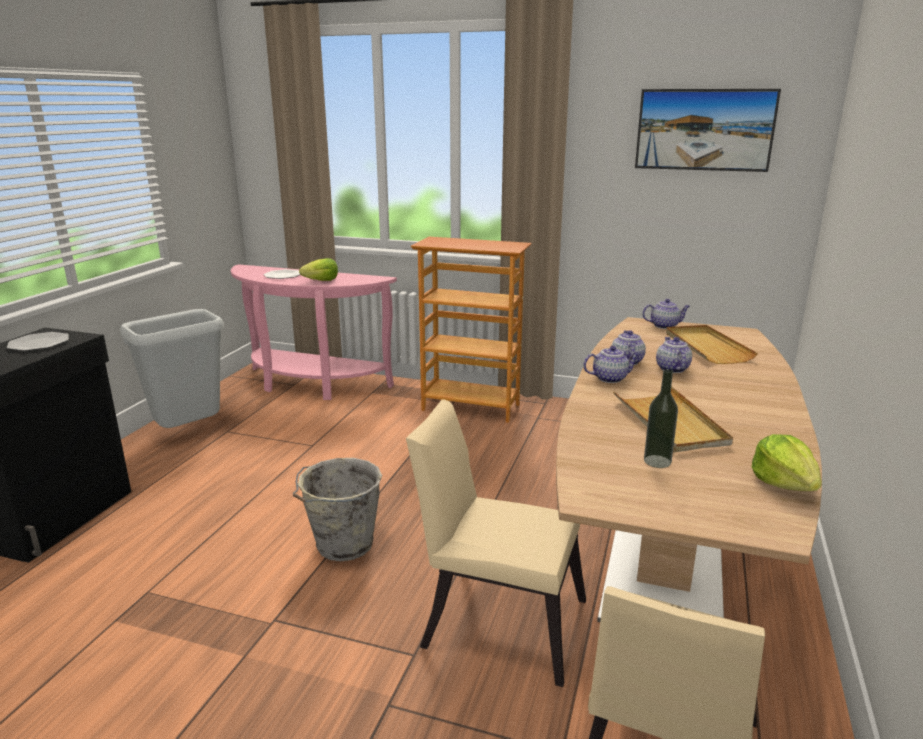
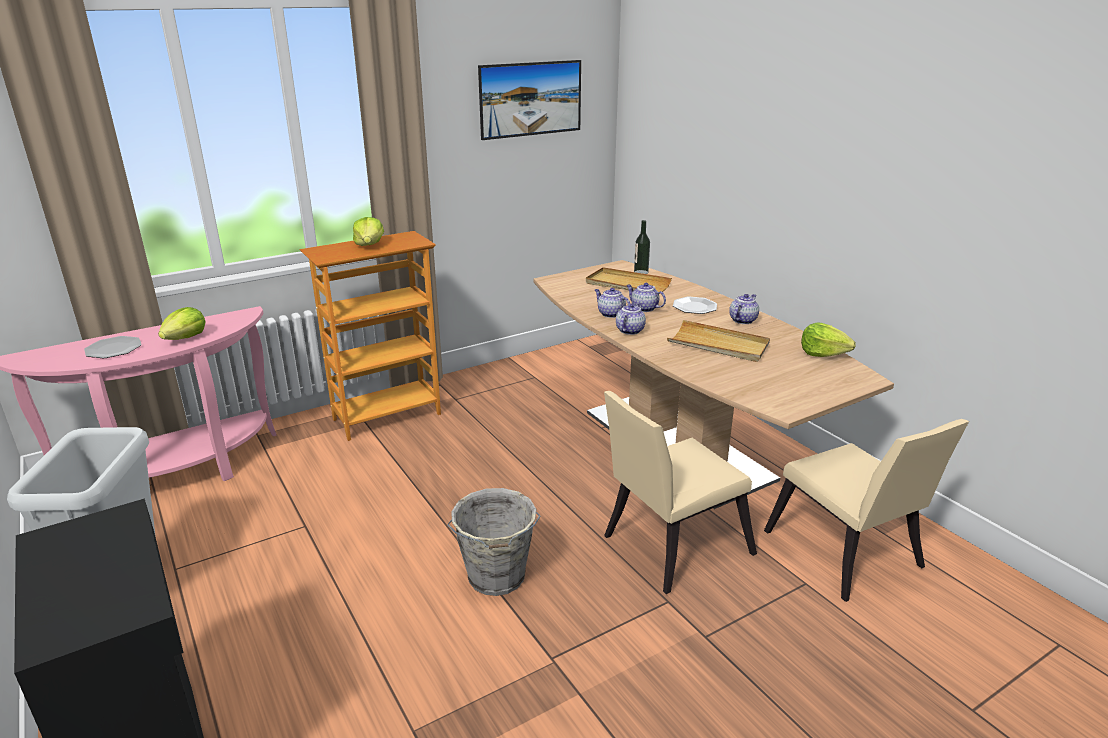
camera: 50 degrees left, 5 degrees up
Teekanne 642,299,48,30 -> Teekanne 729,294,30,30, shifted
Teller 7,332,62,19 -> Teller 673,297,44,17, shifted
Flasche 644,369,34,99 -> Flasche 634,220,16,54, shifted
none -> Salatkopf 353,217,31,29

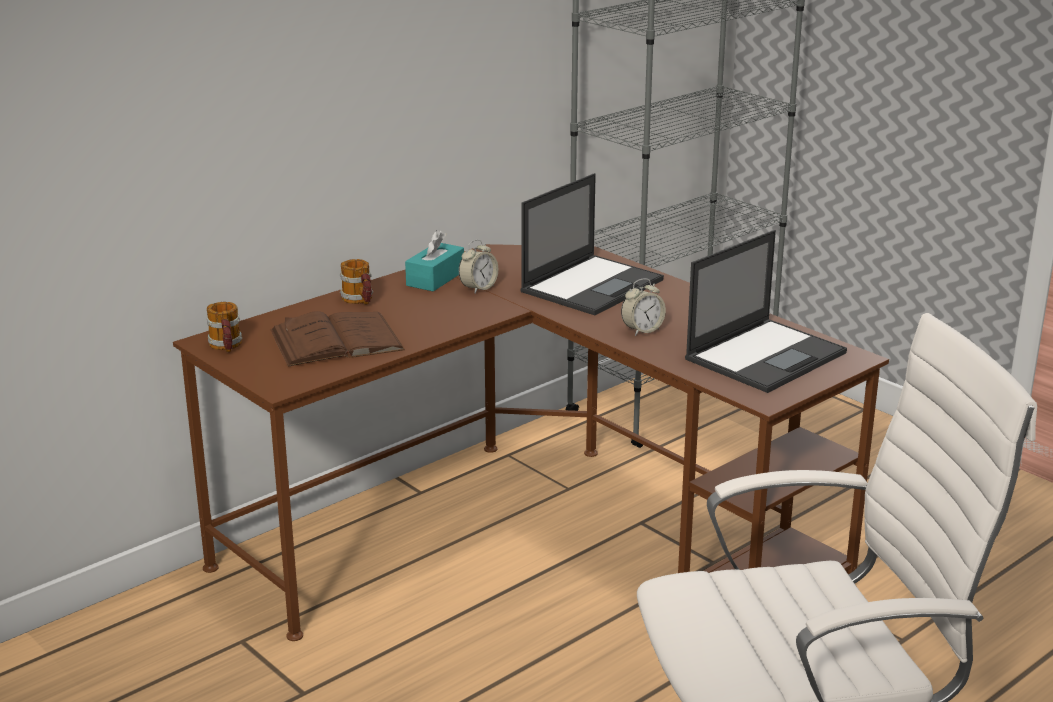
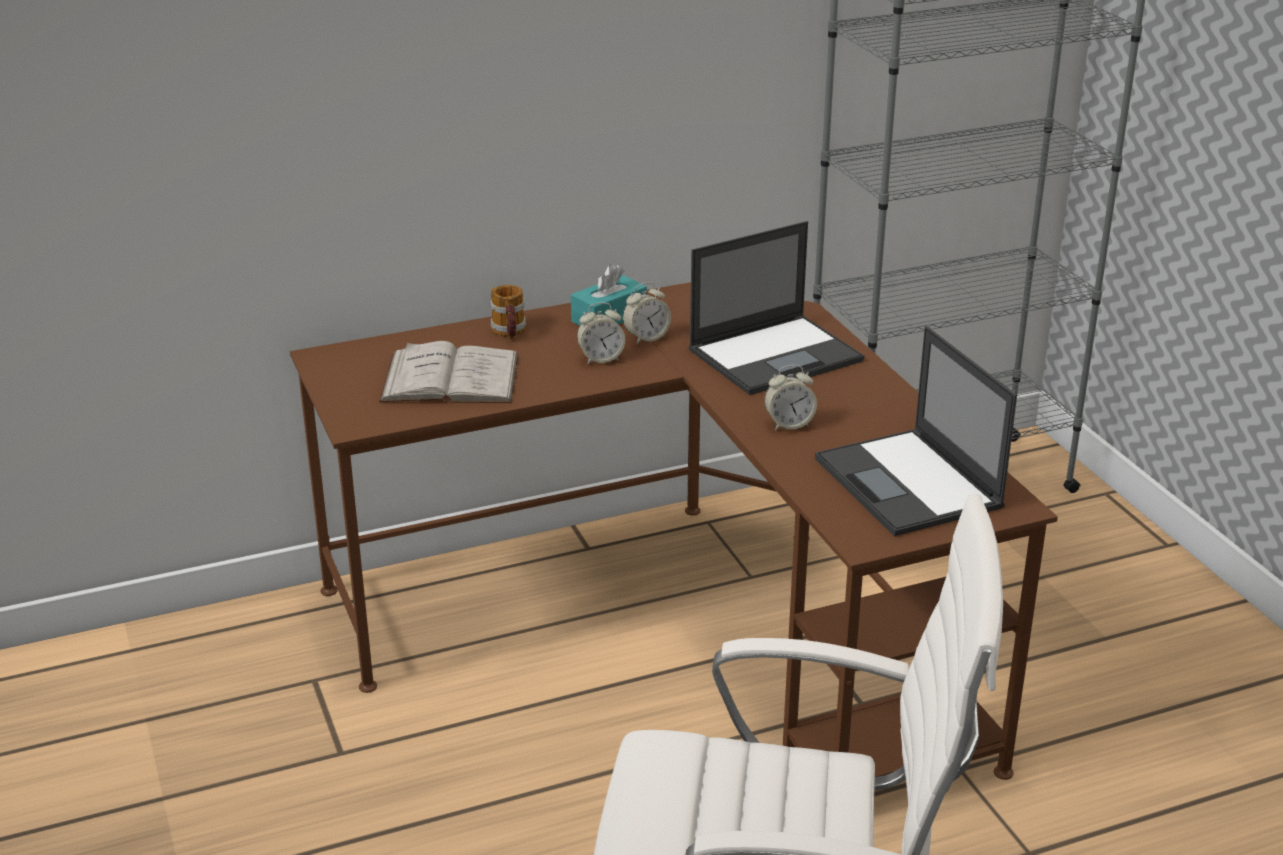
camera: 20 degrees right, 5 degrees up
Laptop 685,230,162,163 -> Laptop 815,326,202,210, 90 degrees clockwise
Henkelbecher 207,302,35,50 -> none
Buch/braun 270,311,135,56 -> Buch/weiß 379,341,140,62
none -> Wecker 577,302,48,62

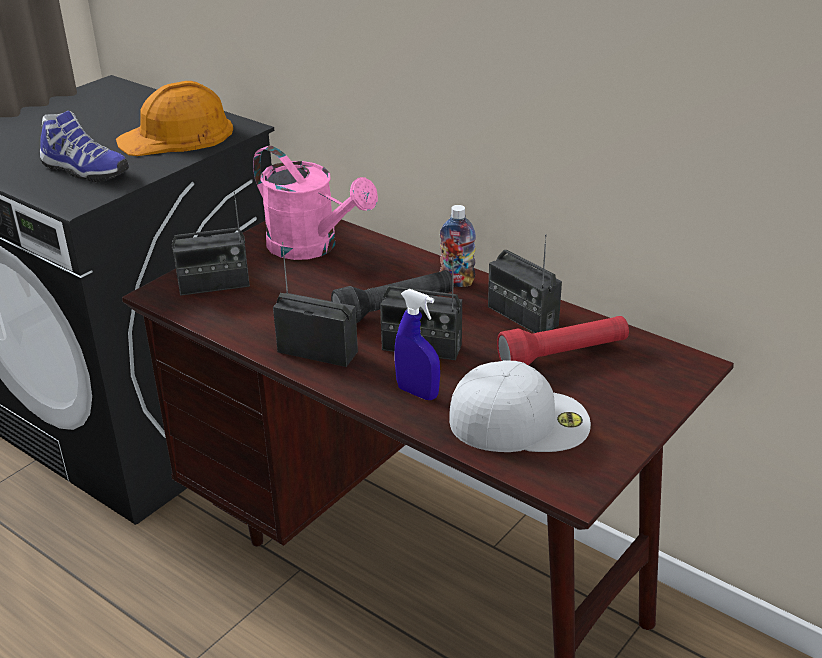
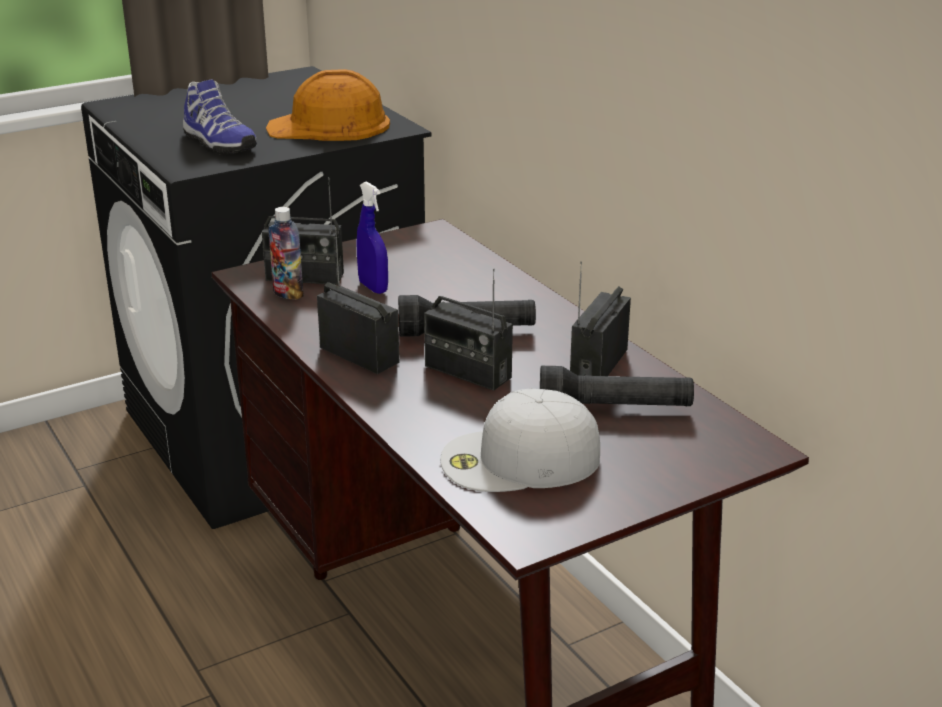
camera: 20 degrees right, 5 degrees down
Gießkanne/rosa 253,146,125,114 -> none
Flasche 440,205,36,82 -> Flasche 268,207,36,93, shifted
Radio 488,234,74,99 -> Radio 570,261,61,115, 45 degrees clockwise
Sprühflasche/blau 394,289,46,111 -> Sprühflasche/blau 357,181,31,113, shifted
Taschenlampe/rot 497,316,132,50 -> Taschenlampe/schwarz 540,366,154,40
Kappe/weiß 449,360,142,92 -> Kappe/weiß 440,388,160,104, 150 degrees clockwise

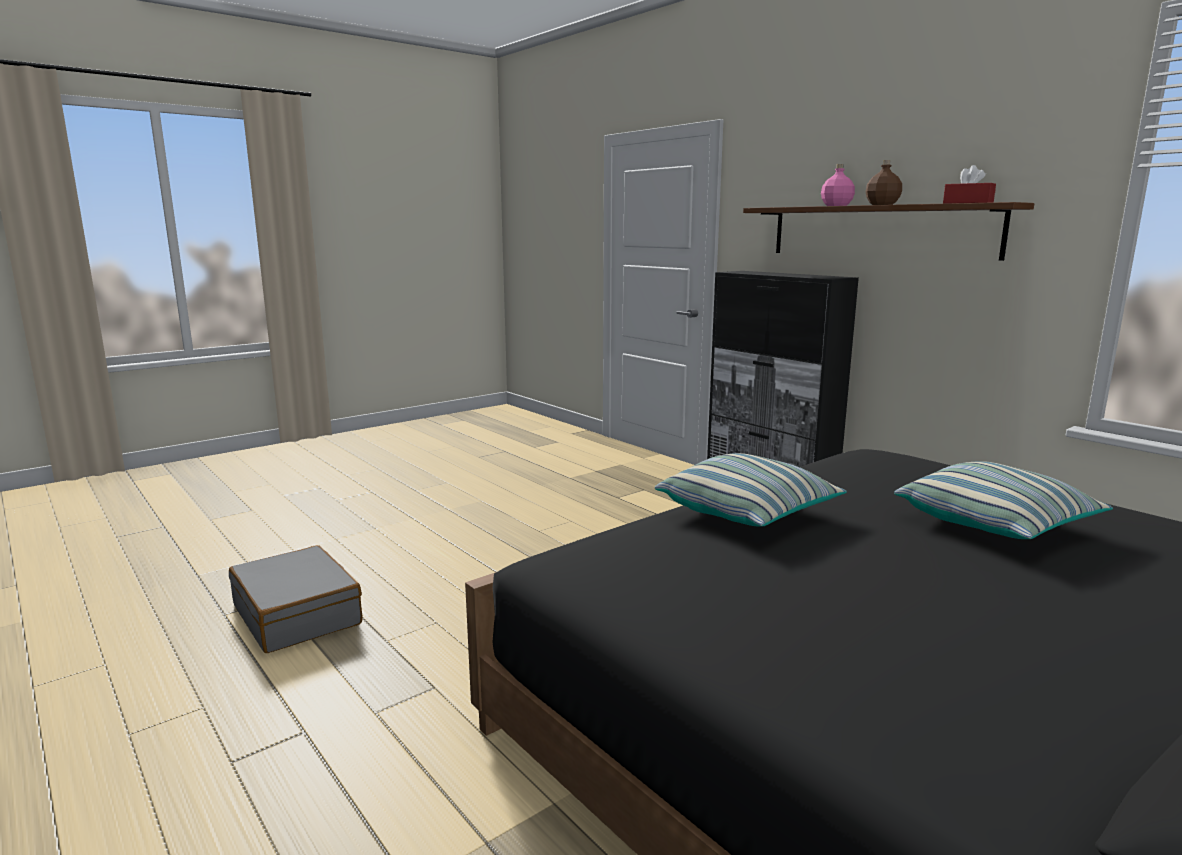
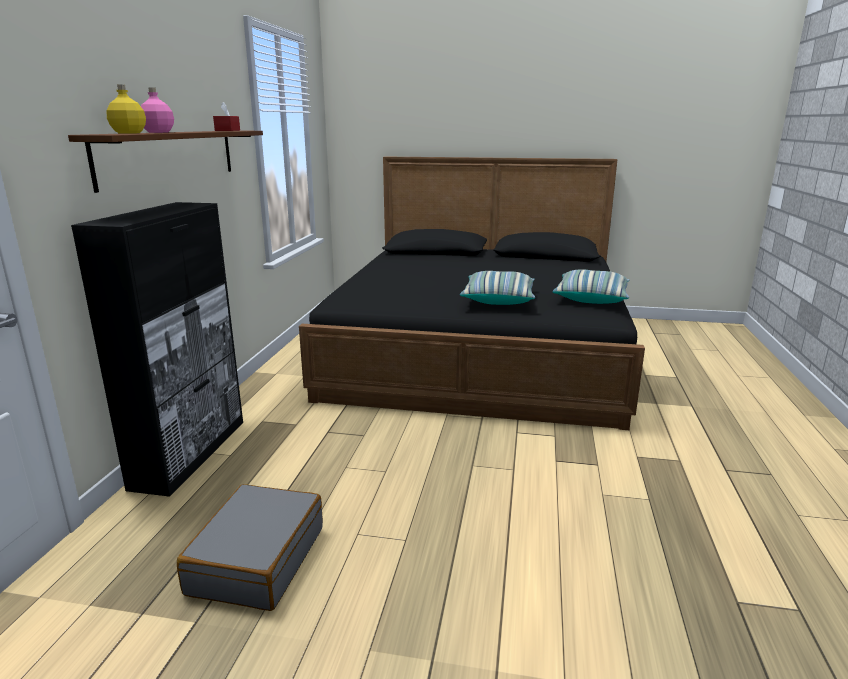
camera: 130 degrees left, 5 degrees up
Flasche/braun 866,160,36,45 -> none
Kissen 894,461,219,78 -> Kissen 552,269,78,35, shifted
Koffer/grau 229,545,133,108 -> Koffer/grau 177,484,146,127, shifted
none -> Flasche/gelb 106,85,40,49

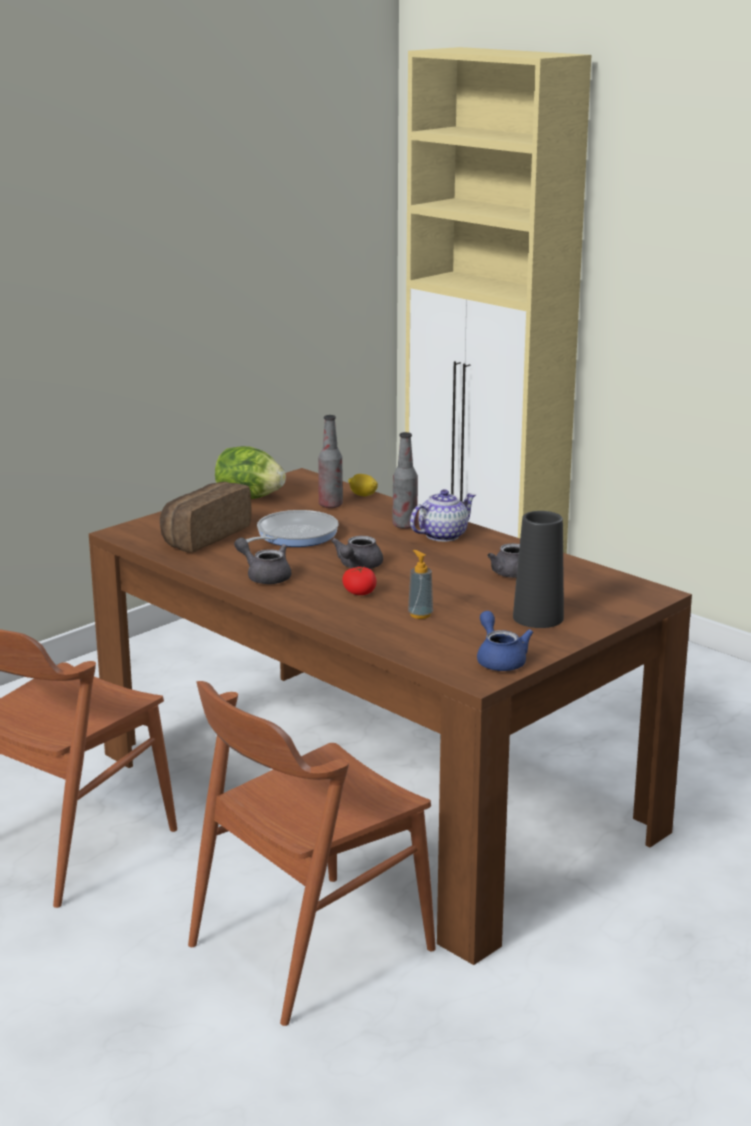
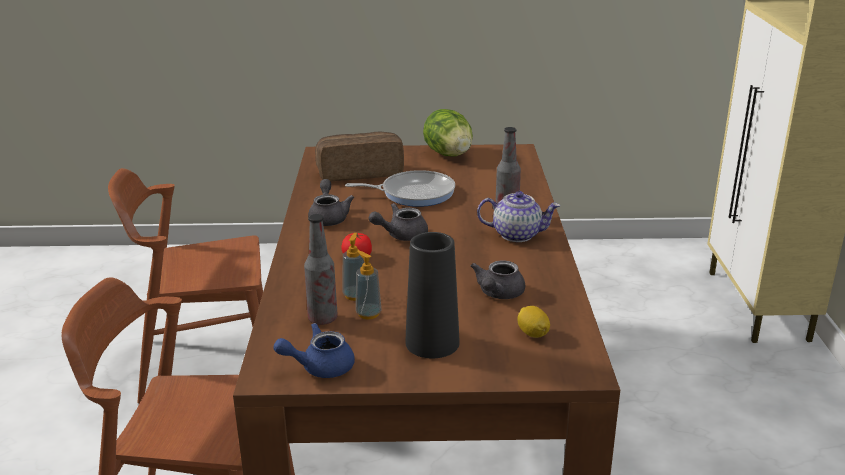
camera: 45 degrees right, 5 degrees up
Flasche 318,415,25,93 -> Flasche 304,214,34,111, shifted
Zitrone 348,474,30,22 -> Zitrone 518,306,32,32, shifted
Teekanne/blau 477,611,56,60 -> Teekanne/blau 273,323,82,55, 135 degrees counterclockwise
none -> Seifenspender 356,250,26,69

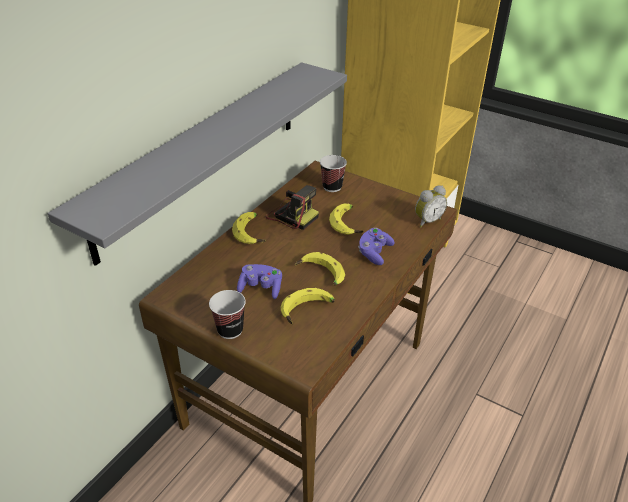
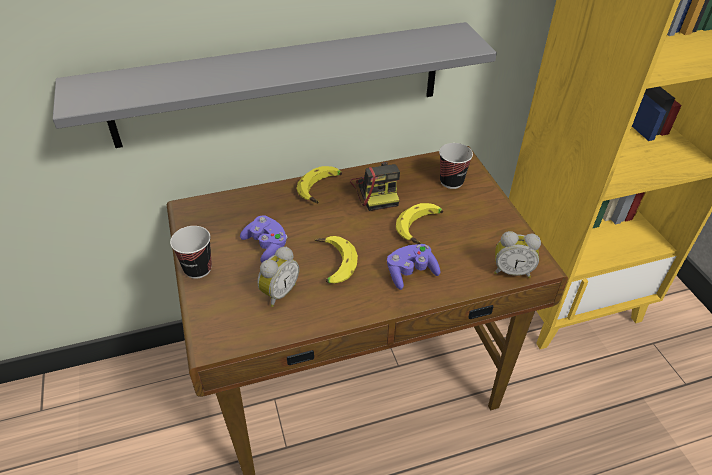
camera: 40 degrees right, 5 degrees up
Banane 281,288,54,36 -> Wecker 257,247,42,60

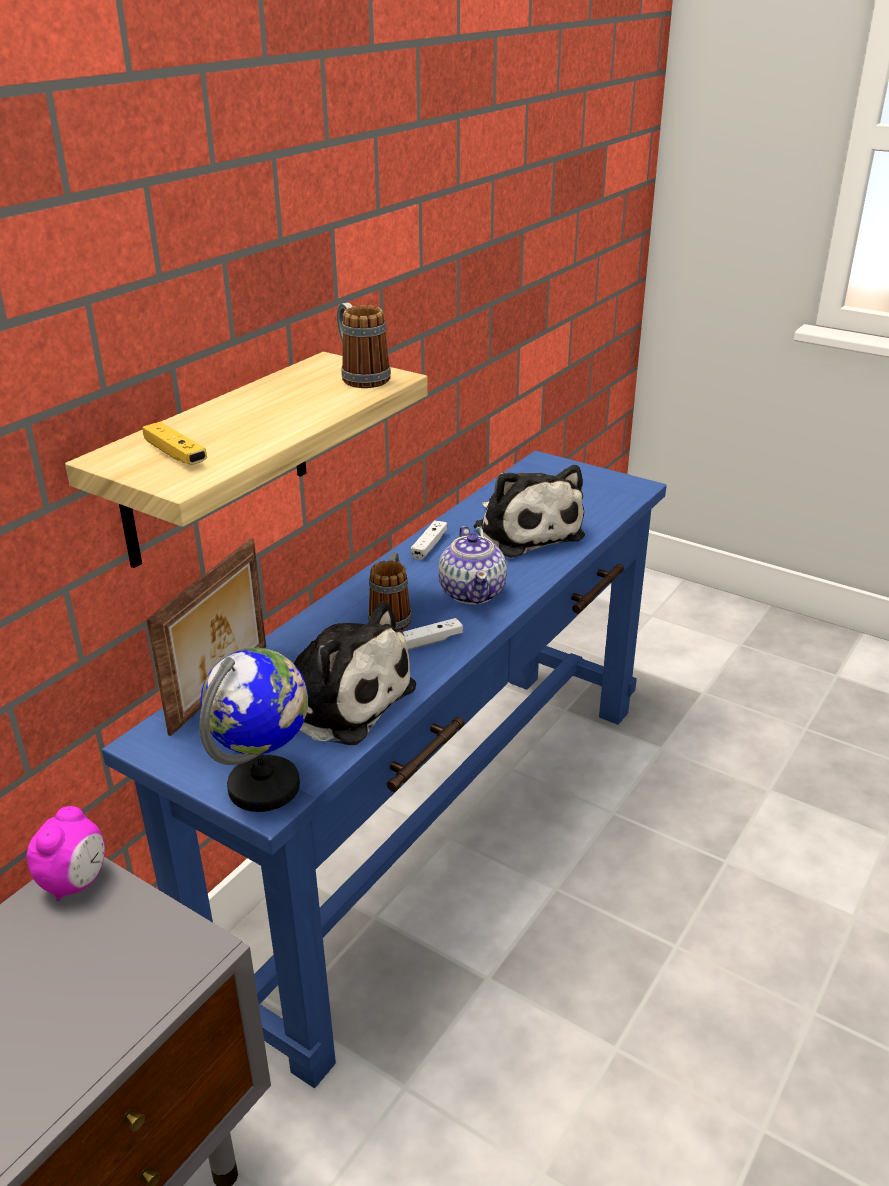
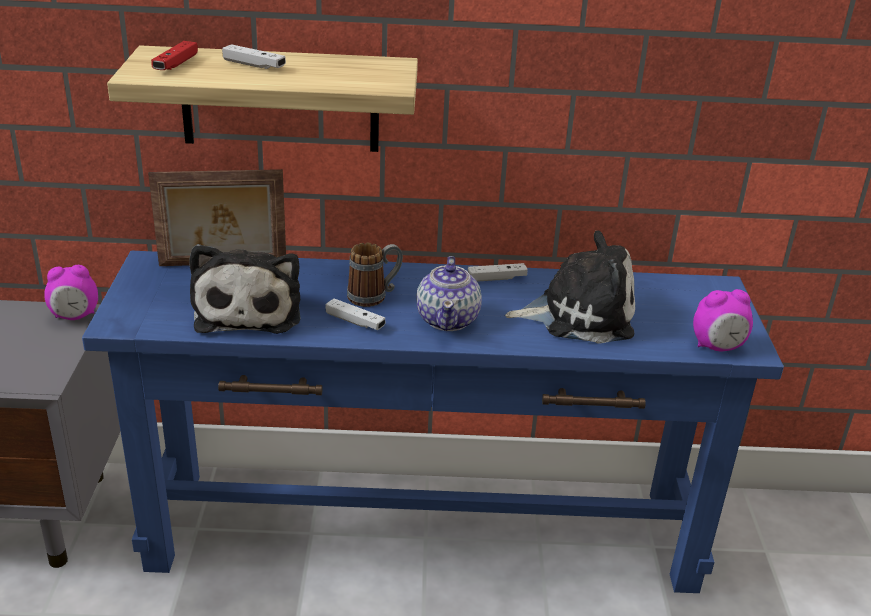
camera: 55 degrees right, 0 degrees up
Henkelbecher 337,303,54,85 -> none
Gamepad/gelb 142,422,65,43 -> Gamepad/rot 151,41,47,29
Plüschtier 474,465,111,93 -> Plüschtier 505,231,130,113, 120 degrees counterclockwise
Teekanne 438,526,69,79 -> Teekanne 417,256,65,75, 45 degrees counterclockwise
Globus 199,648,109,164 -> none
none -> Gamepad/weiß 222,44,64,25
none -> Wecker 693,289,60,62

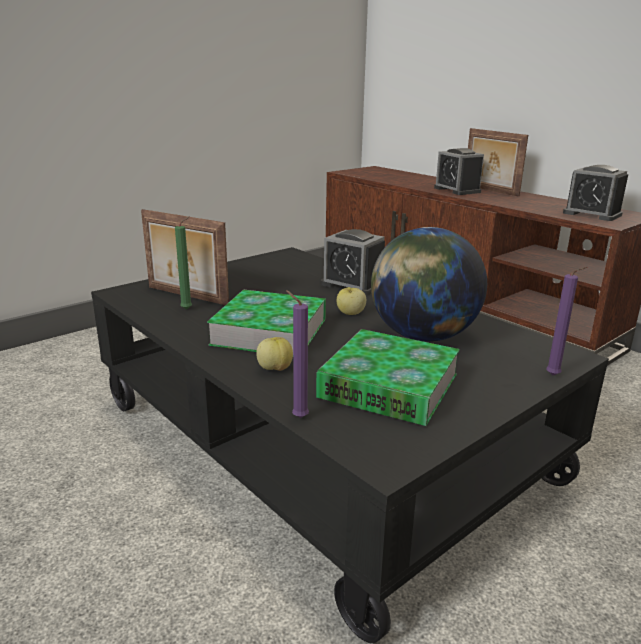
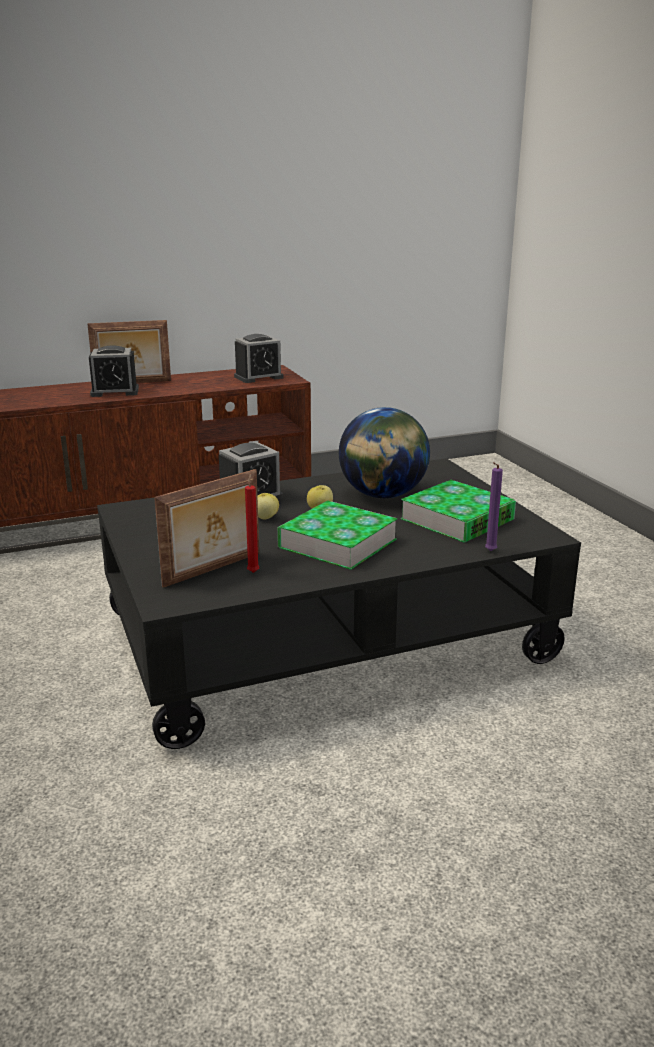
camera: 70 degrees left, 0 degrees up
Kerze/grün 175,217,17,93 -> Kerze/rot 245,474,14,99
Kerze/lila 546,267,41,109 -> none
Apfel 256,337,37,34 -> Apfel 257,493,22,26, shifted

